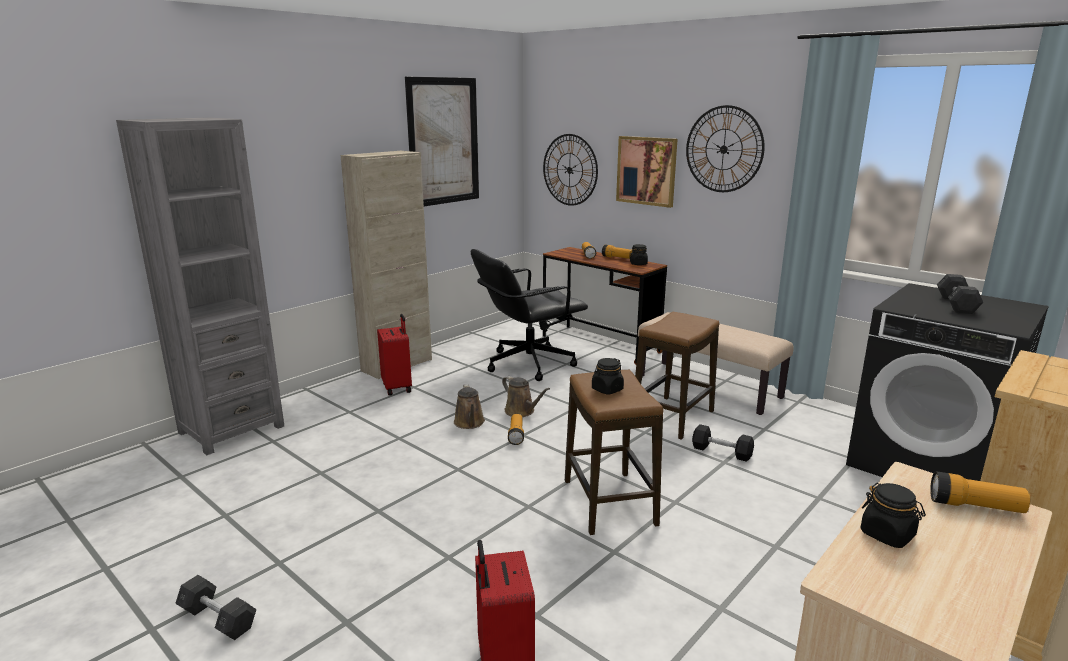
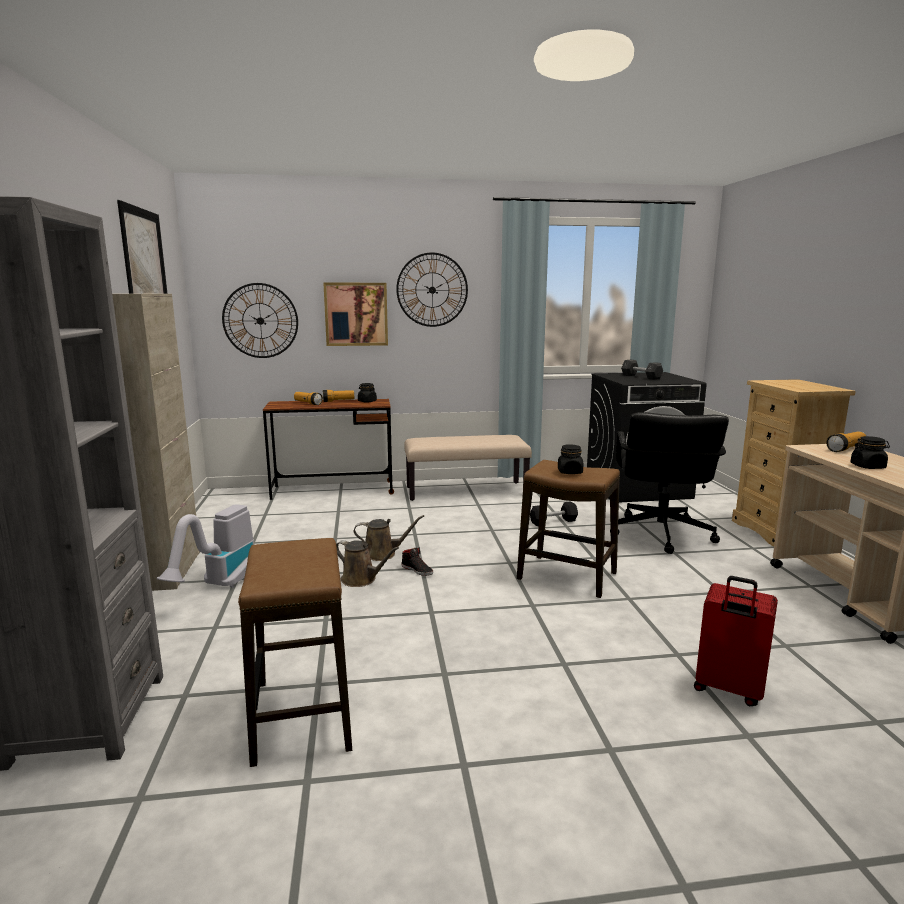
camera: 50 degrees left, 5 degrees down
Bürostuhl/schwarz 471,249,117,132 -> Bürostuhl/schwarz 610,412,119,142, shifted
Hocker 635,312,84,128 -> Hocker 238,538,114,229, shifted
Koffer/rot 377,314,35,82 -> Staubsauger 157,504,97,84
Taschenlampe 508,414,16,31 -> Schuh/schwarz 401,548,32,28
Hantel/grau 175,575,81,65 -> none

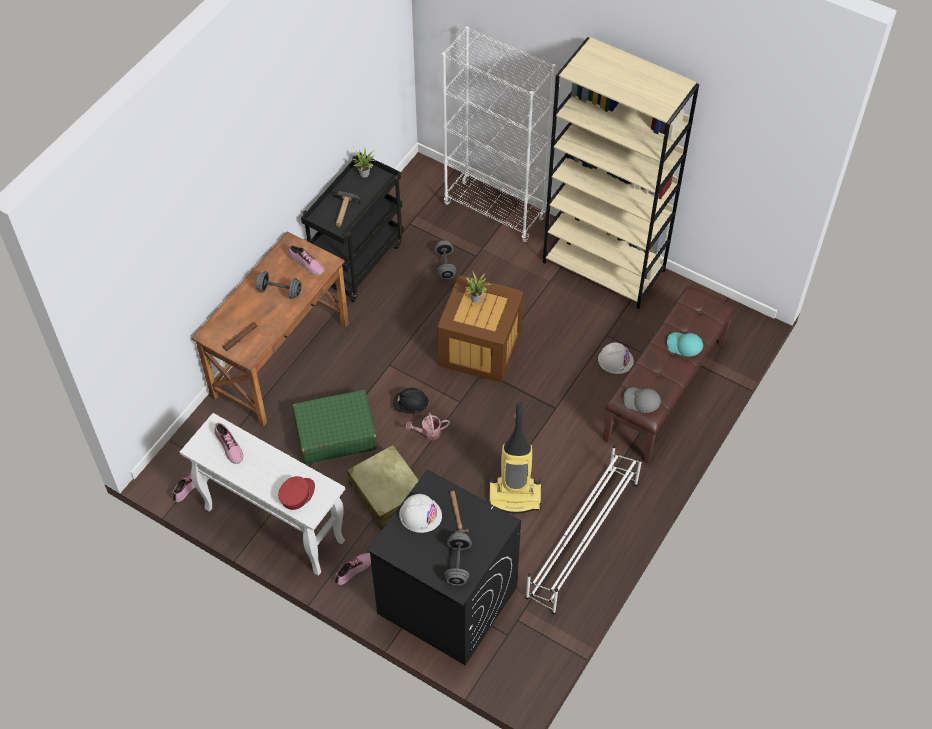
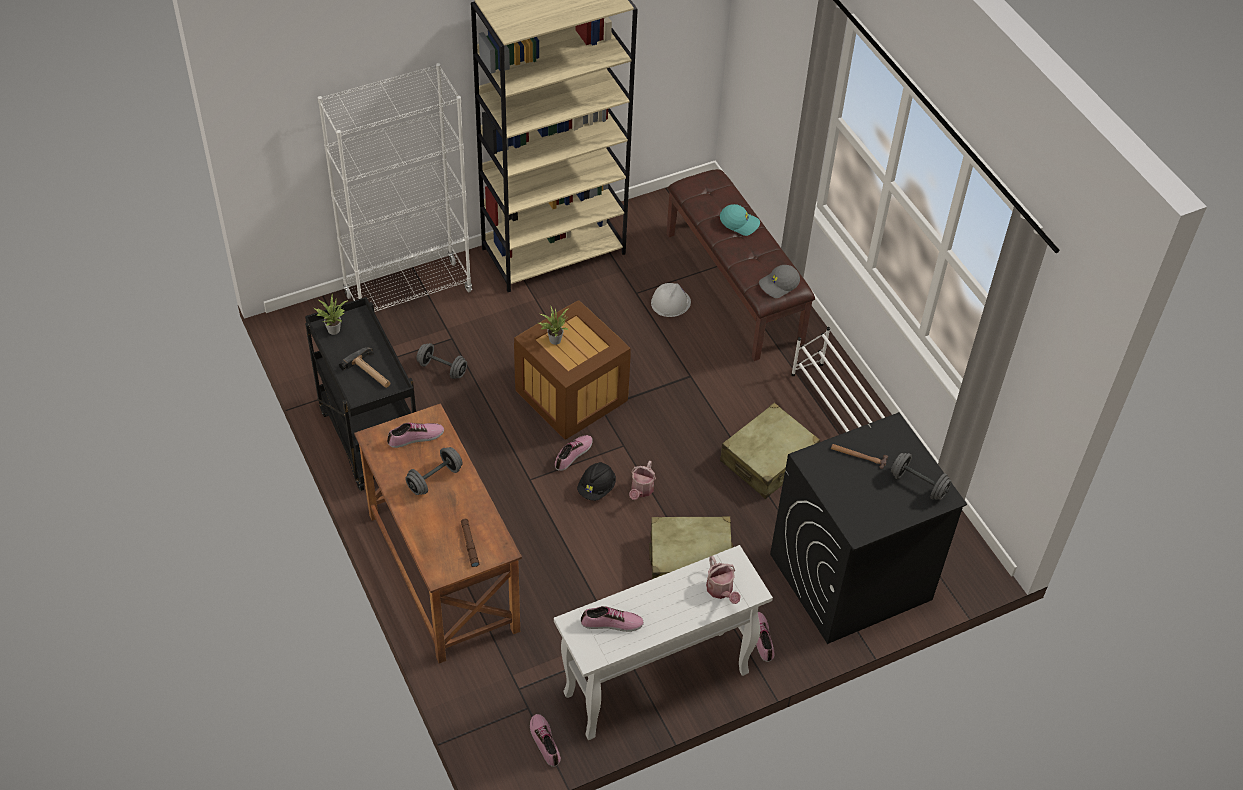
camera: 60 degrees left, 5 degrees down
Kappe/türkis 667,332,36,25 -> Kappe/türkis 720,204,40,32, 135 degrees counterclockwise
Koffer/grün 293,390,84,74 -> none
Staubsauger 489,403,52,111 -> Koffer/beige 720,403,100,96
Kappe/rot 278,476,37,34 -> Gießkanne 706,556,35,48
Schutzhelm/weiß 399,494,43,39 -> none
none -> Schuh 555,435,38,36

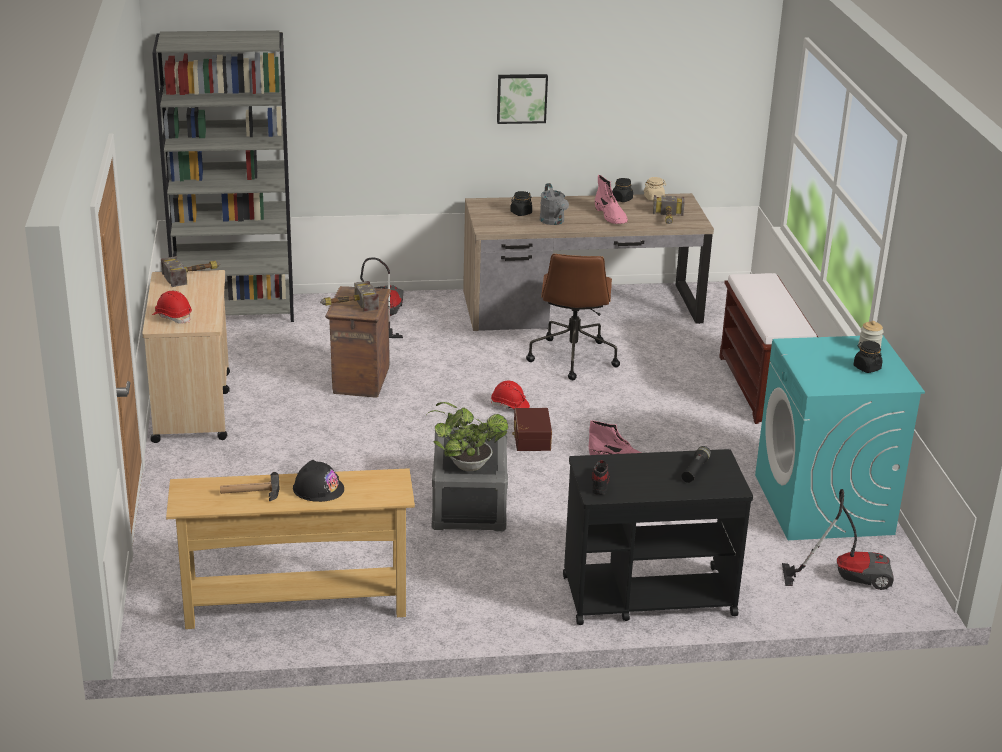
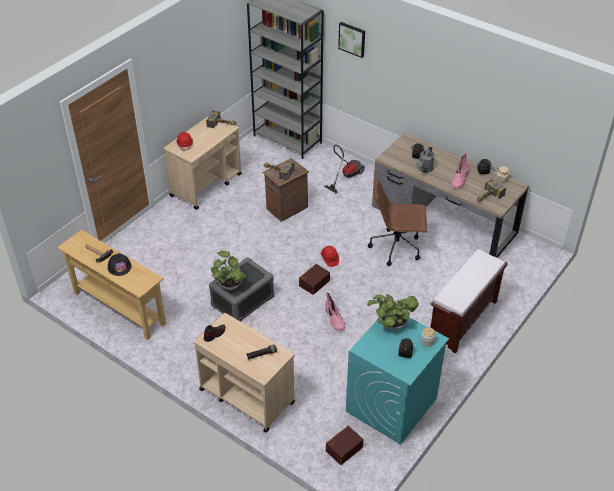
camera: 45 degrees right, 15 degrees up
Bild 497,74,51,50 -> Bild 338,22,27,36, shifted
Bürostuhl/braun 526,254,94,126 -> Bürostuhl/braun 368,179,59,87, 45 degrees clockwise
Rollwagen/schwarz 563,449,190,176 -> Rollwagen/beige 194,313,101,120
Staubsauger 782,489,112,101 -> Aufbewahrungsbox/braun 326,426,37,39
none -> Topfpflanze 367,294,51,36

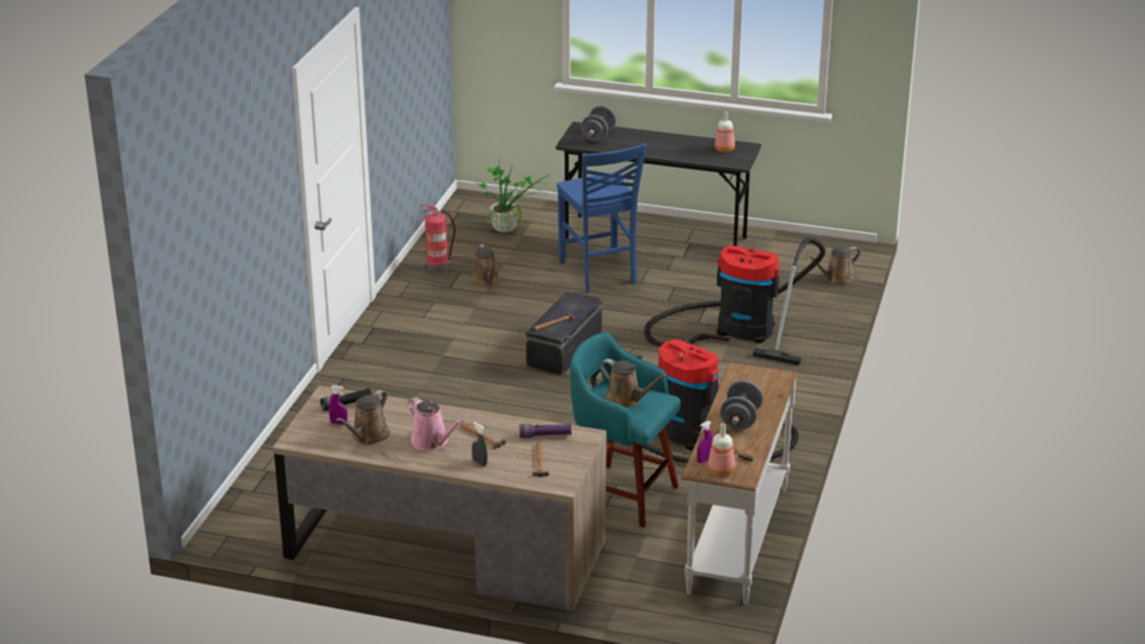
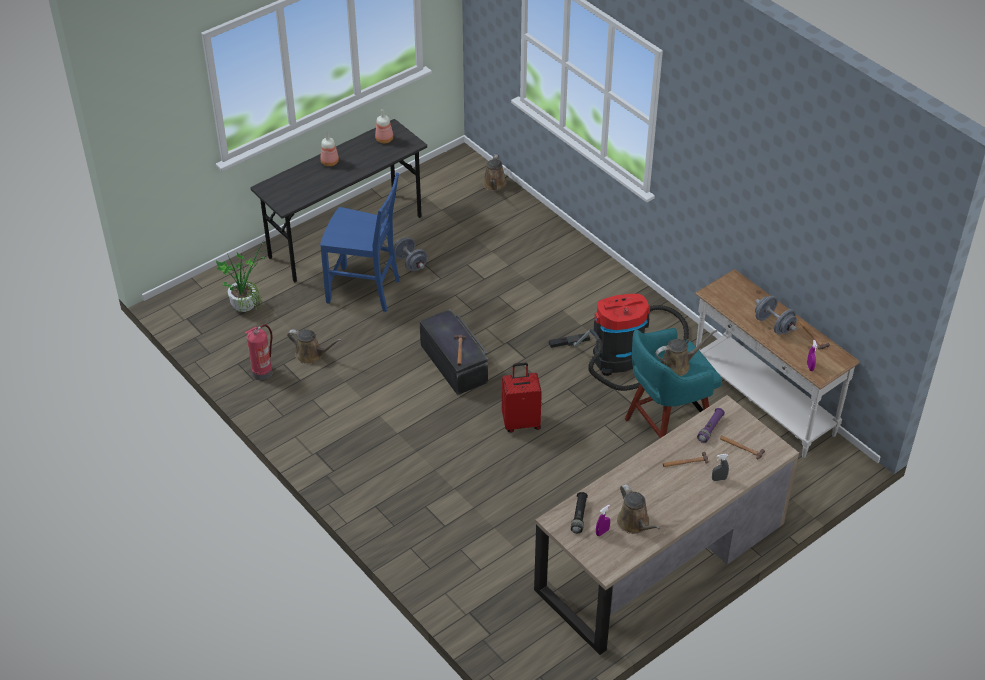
camera: 55 degrees left, 15 degrees up
Hantel/grau 581,105,35,37 -> Hantel/grau 394,237,33,34, shifted
Staubsauger 644,237,181,129 -> none
Gießkanne/rosa 408,397,55,53 -> none
Flasche 708,423,27,54 -> Flasche 320,131,19,35, shifted
none -> Koffer/rot 502,363,40,70

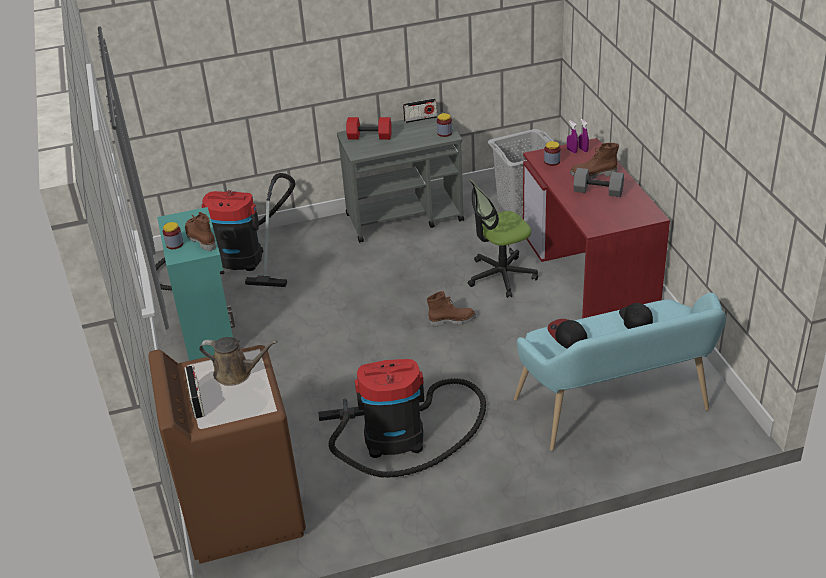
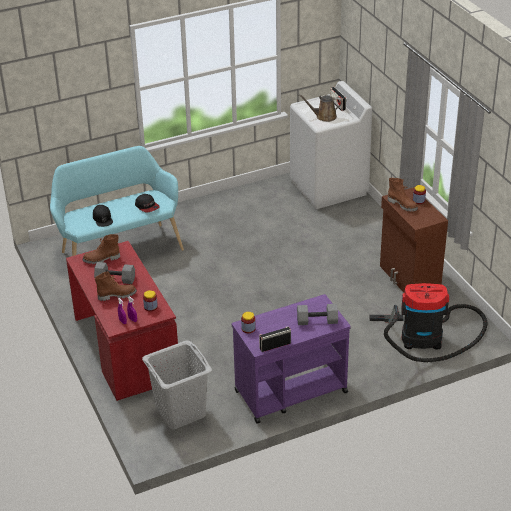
camera: 170 degrees right, 0 degrees up
Rollwagen/grau 337,112,127,131 -> Rollwagen/lila 232,294,119,130
Hantel/rot 346,117,46,23 -> Hantel/grau 297,304,41,21
Bürostuhl 468,179,70,119 -> none
Schrank/türkis 157,207,78,154 -> Schrank/braun 380,187,68,106
Stiefel/braun 427,291,49,36 -> Stiefel/braun 83,234,37,30, shifted
Waschmaschine/braun 148,345,158,219 -> Waschmaschine/weiß 290,81,82,128
Staubsauger 318,359,168,119 -> none

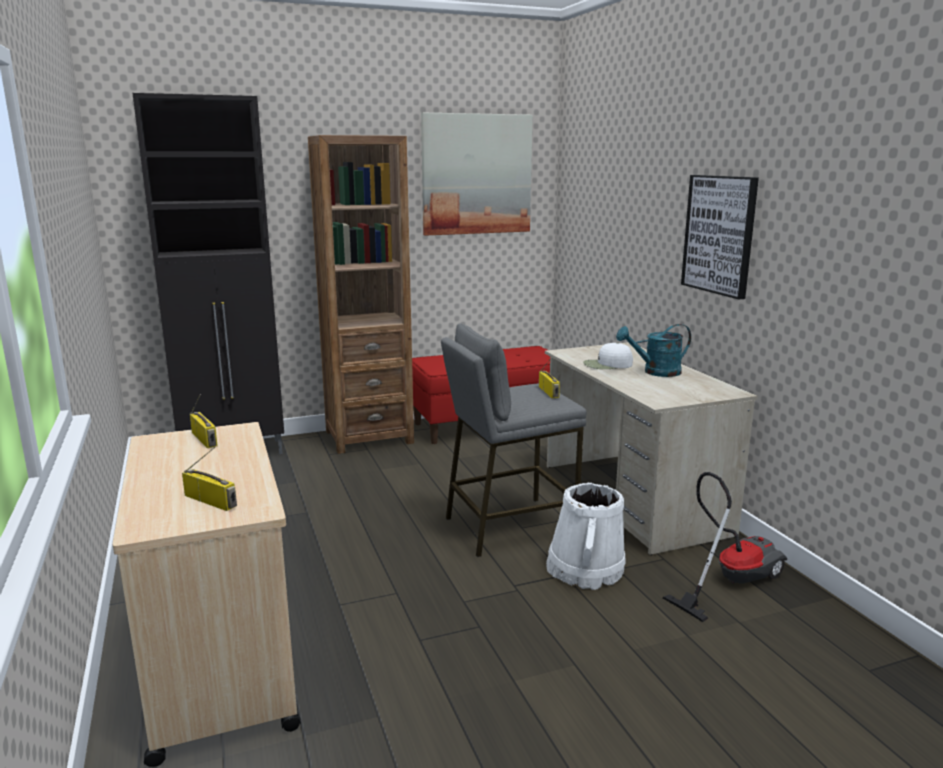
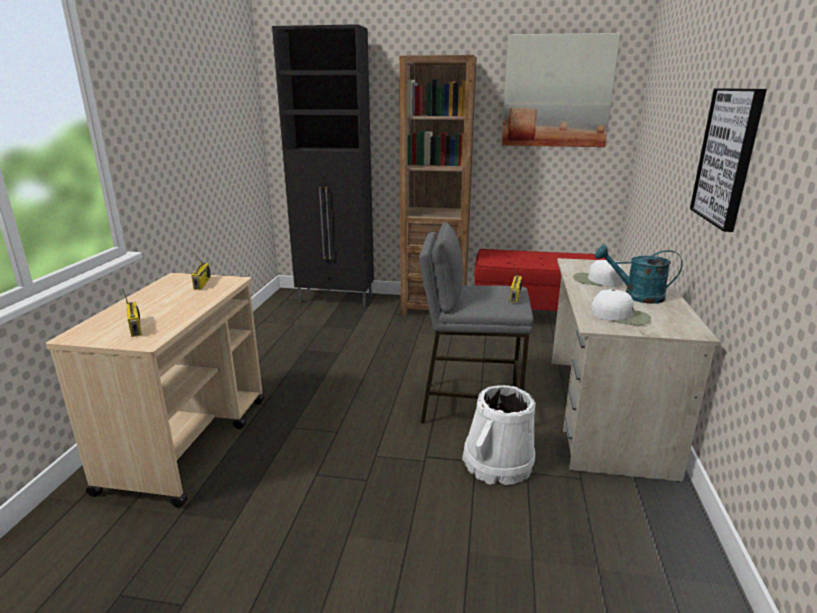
camera: 30 degrees right, 5 degrees up
Staubsauger 663,472,124,150 -> none
none -> Kappe/weiß 591,289,60,36

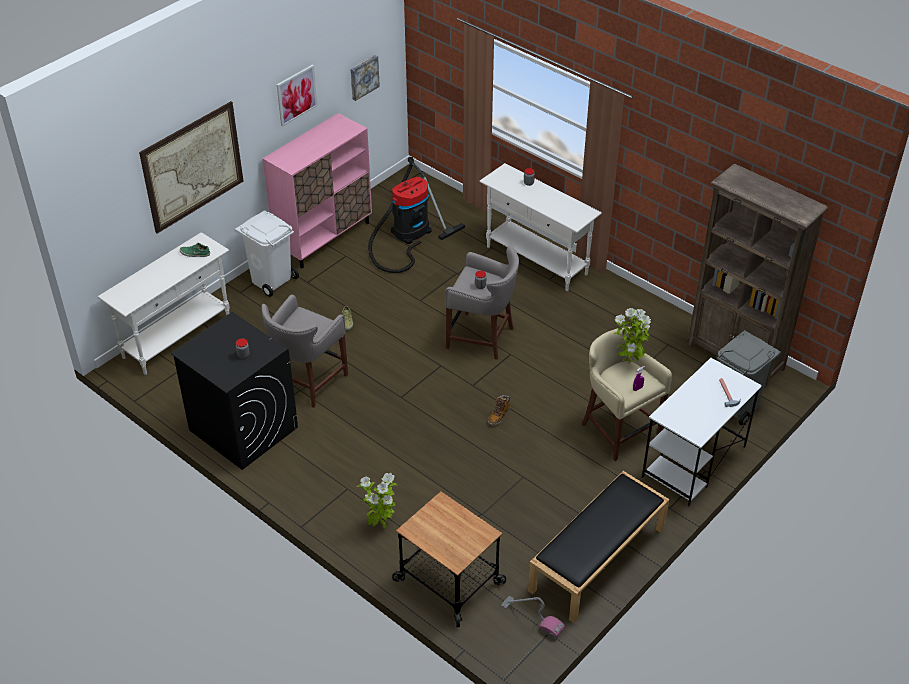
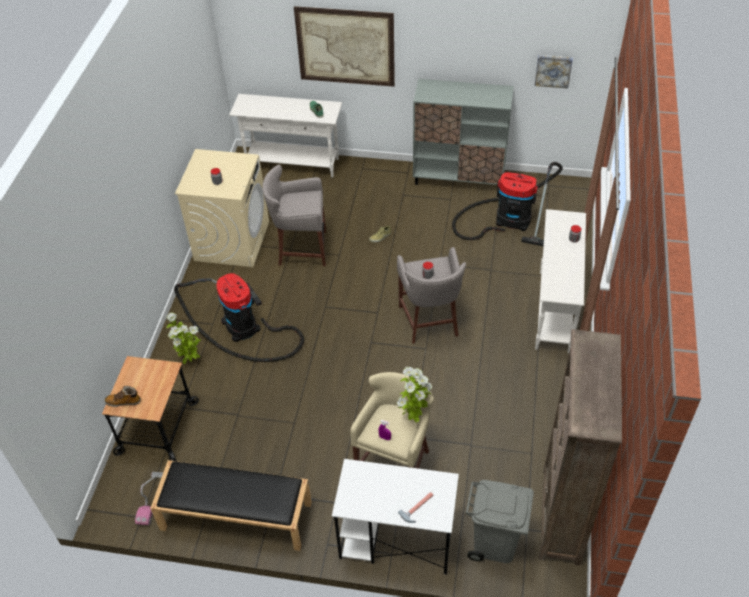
camera: 60 degrees right, 5 degrees up
Bild 277,65,40,61 -> none
Schrank/rosa 262,113,110,155 -> Schrank/grau 413,79,101,110
Mülleimer/weiß 235,210,64,87 -> none
Waschmaschine/schwarz 171,312,127,158 -> Waschmaschine/beige 175,149,94,118
Stiefel 488,395,22,30 -> Stiefel 105,386,36,21, shifted
none -> Staubsauger 174,273,130,89

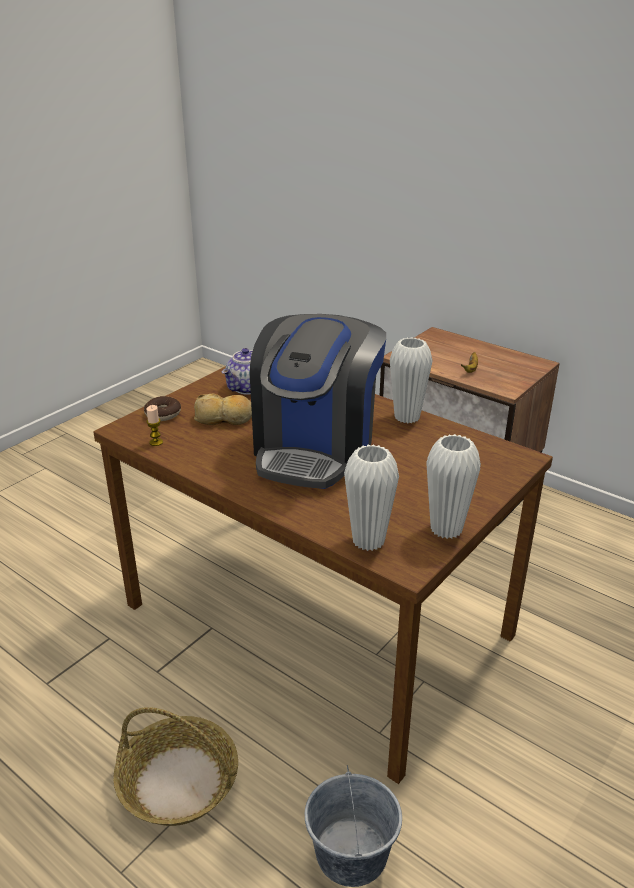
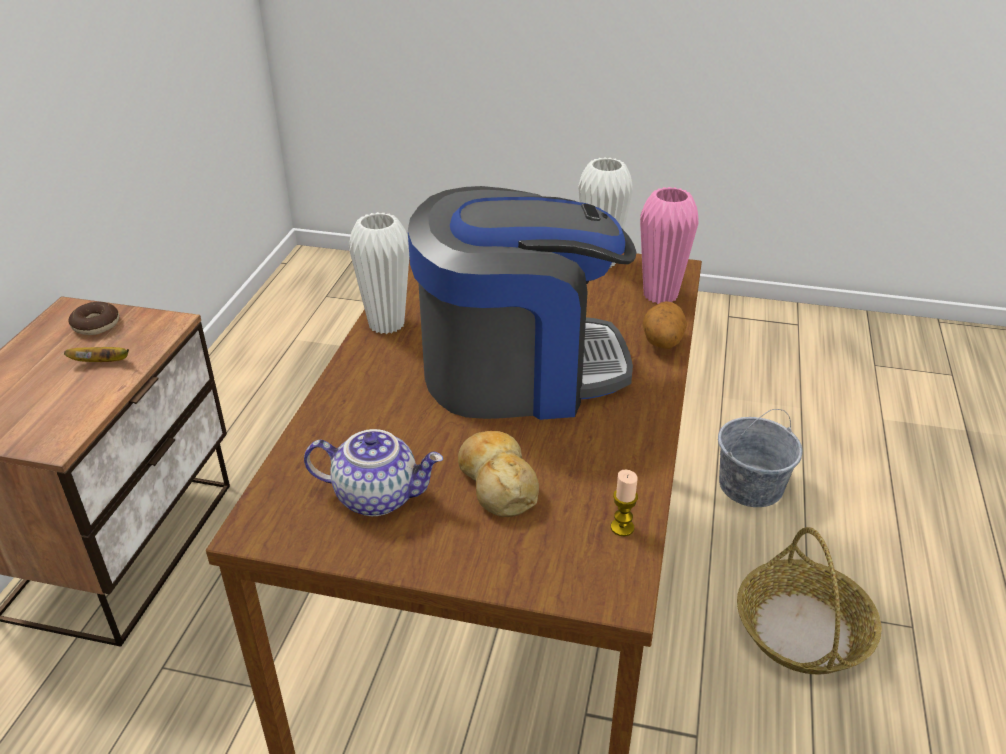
camera: 115 degrees left, 5 degrees up
Donut 144,396,37,25 -> Donut 68,302,51,33, shifted
Vase/weiß 344,444,55,107 -> Vase/rosa 640,187,59,117
none -> Kartoffel 642,301,45,48

